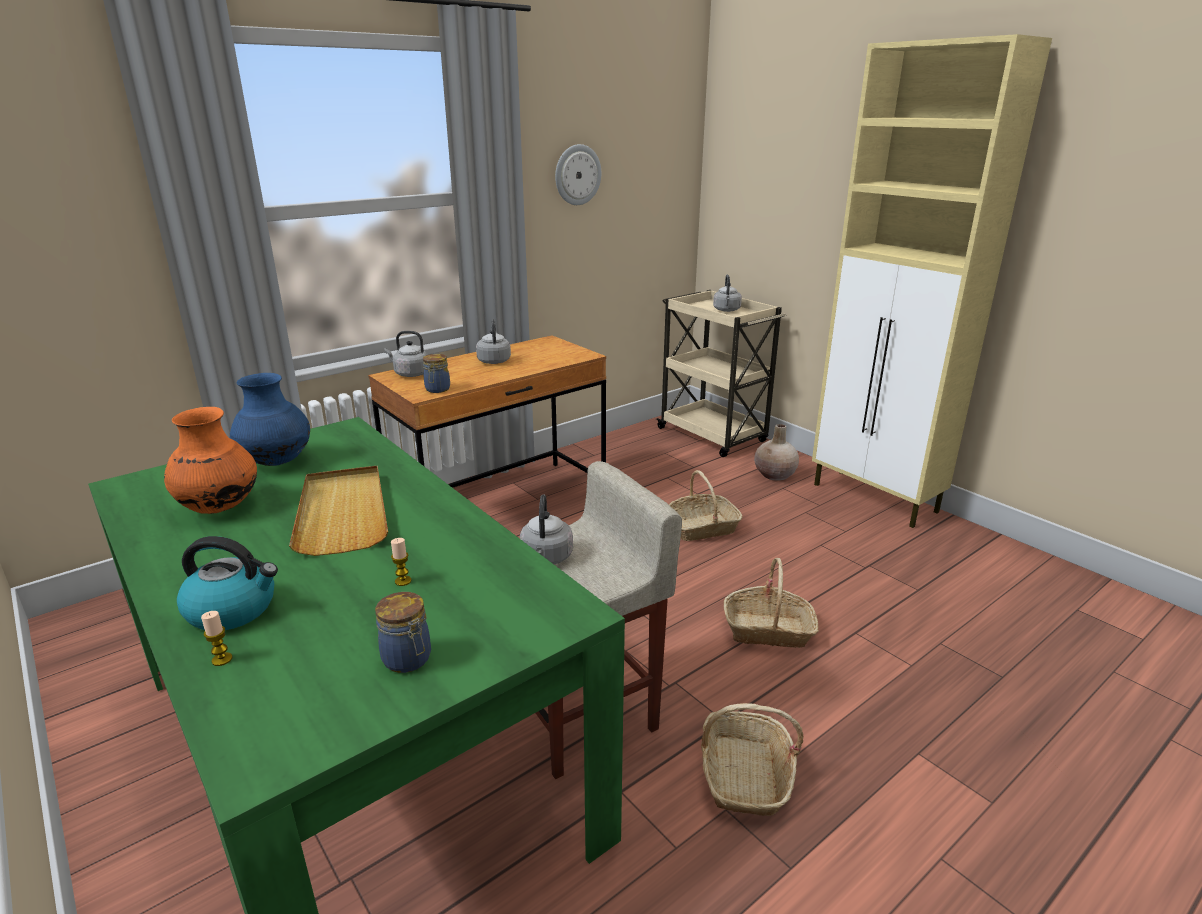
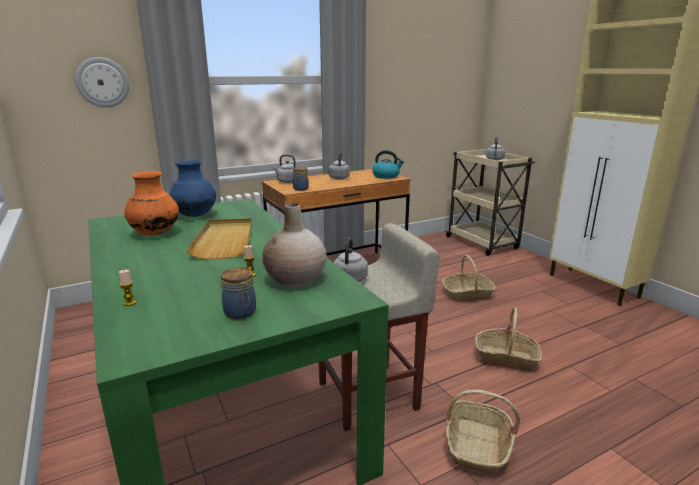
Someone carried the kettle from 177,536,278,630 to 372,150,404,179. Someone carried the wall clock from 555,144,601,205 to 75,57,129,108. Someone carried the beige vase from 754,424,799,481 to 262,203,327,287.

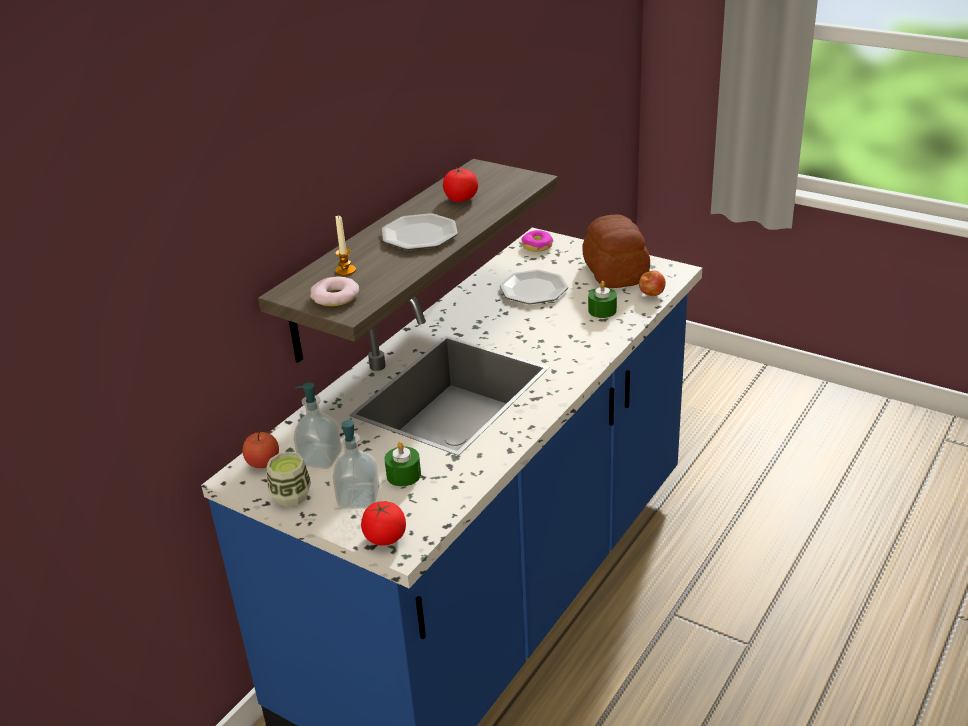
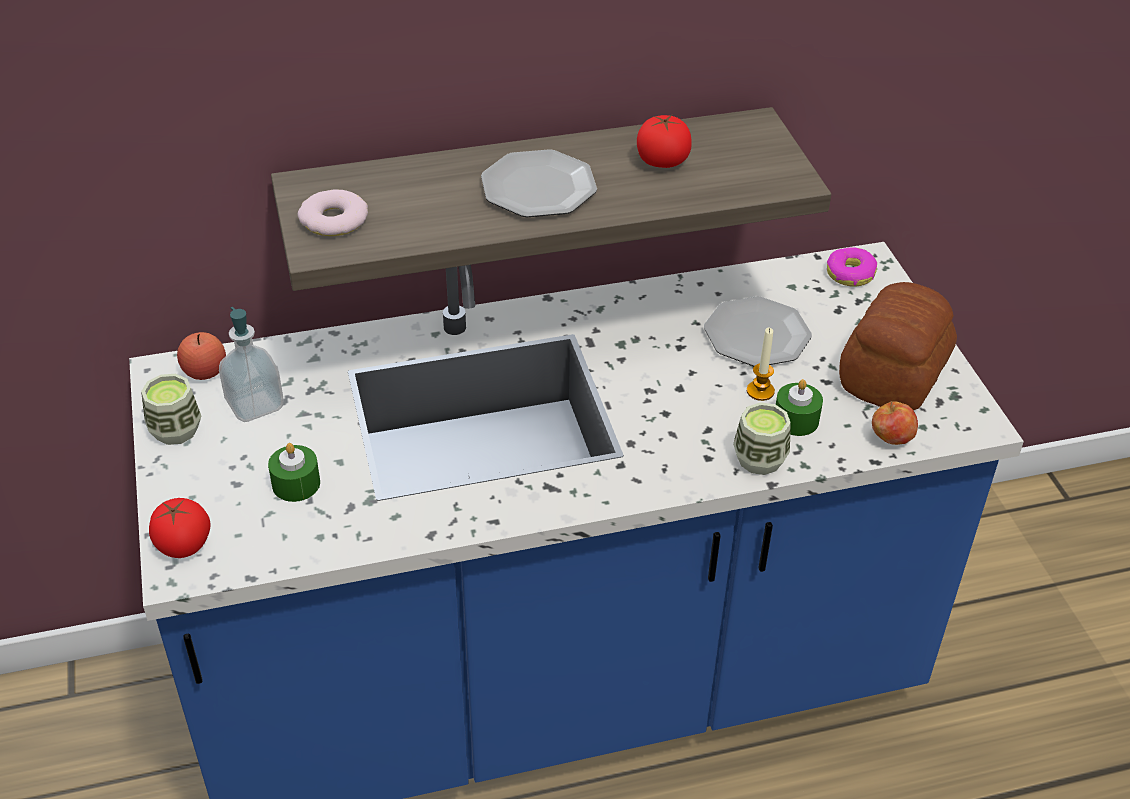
Someone took away the soap dispenser at 333,418,379,509. Someone carried the candle from 335,215,356,276 to 747,328,775,401. Someone put down the cup at 733,402,791,475.

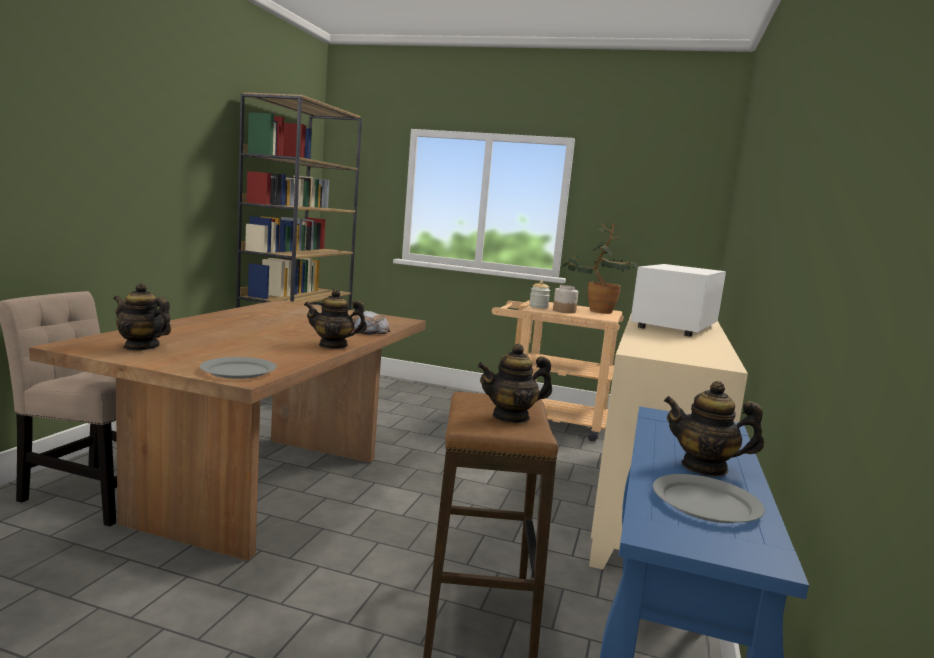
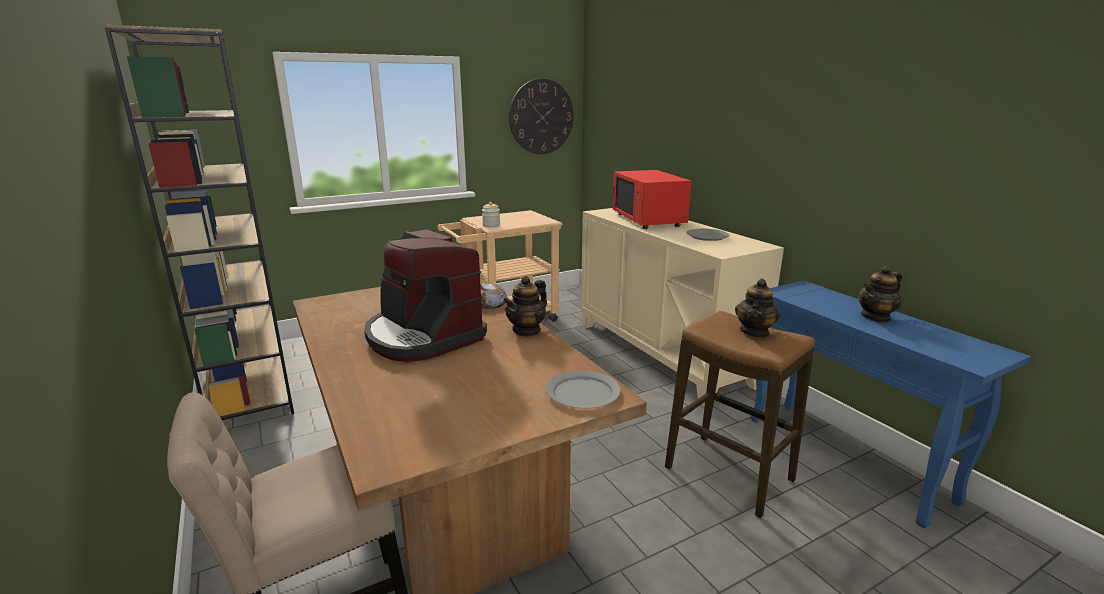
Someone took away the teapot at 113,283,171,351. Someone took away the jar at 553,285,578,313. Someone took away the potted plant at 561,223,637,314. Someone repainted the white microwave at 630,264,726,336, which became the red microwave at 612,170,692,229. Someone carried the grey plate from 653,474,765,523 to 686,229,730,241. Someone put down the coffee machine at 364,230,487,362. Someone put up the wall clock at 509,79,574,154.

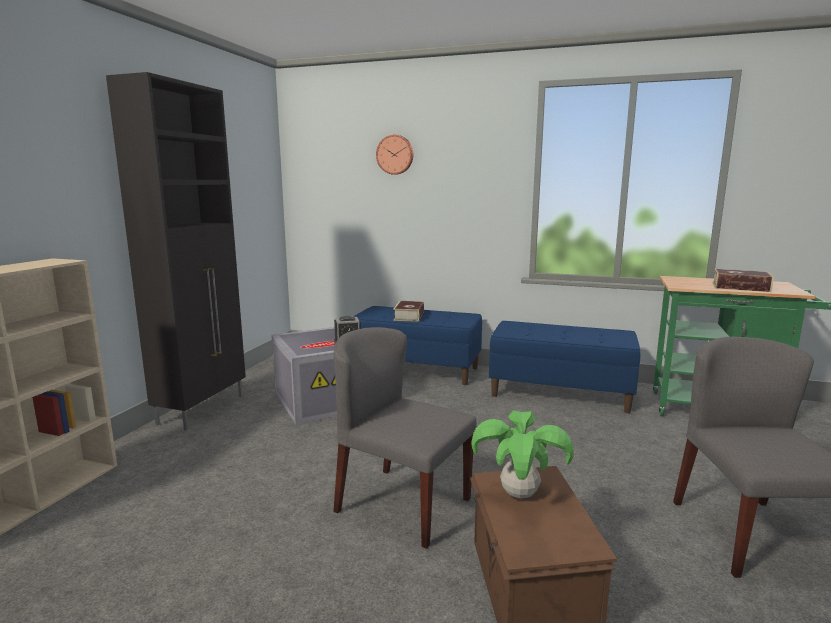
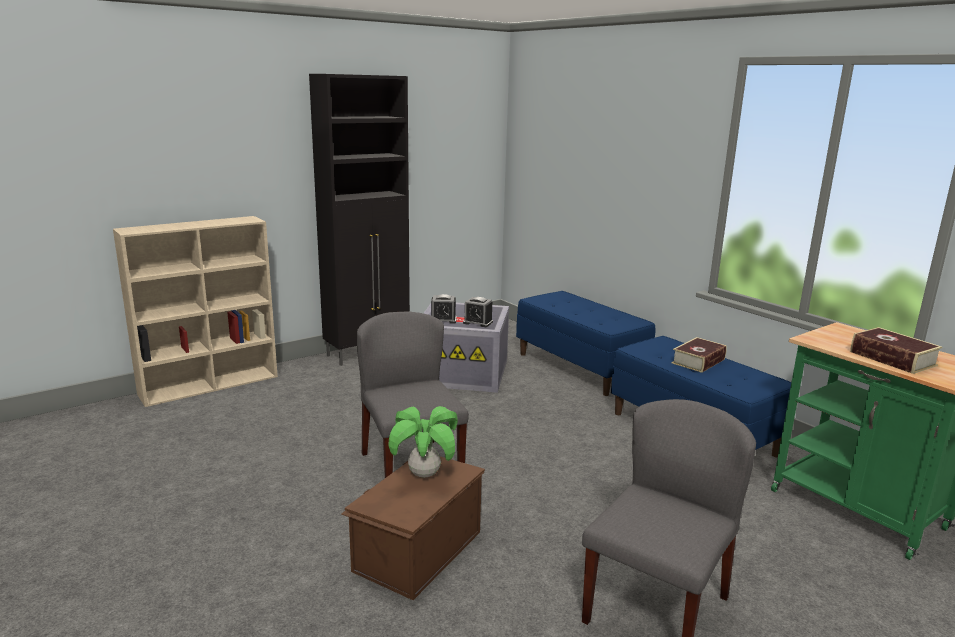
Someone took away the wall clock at 376,135,413,175. Someone carried the book from 393,301,424,322 to 672,337,727,373. Someone put down the alarm clock at 431,294,457,324.

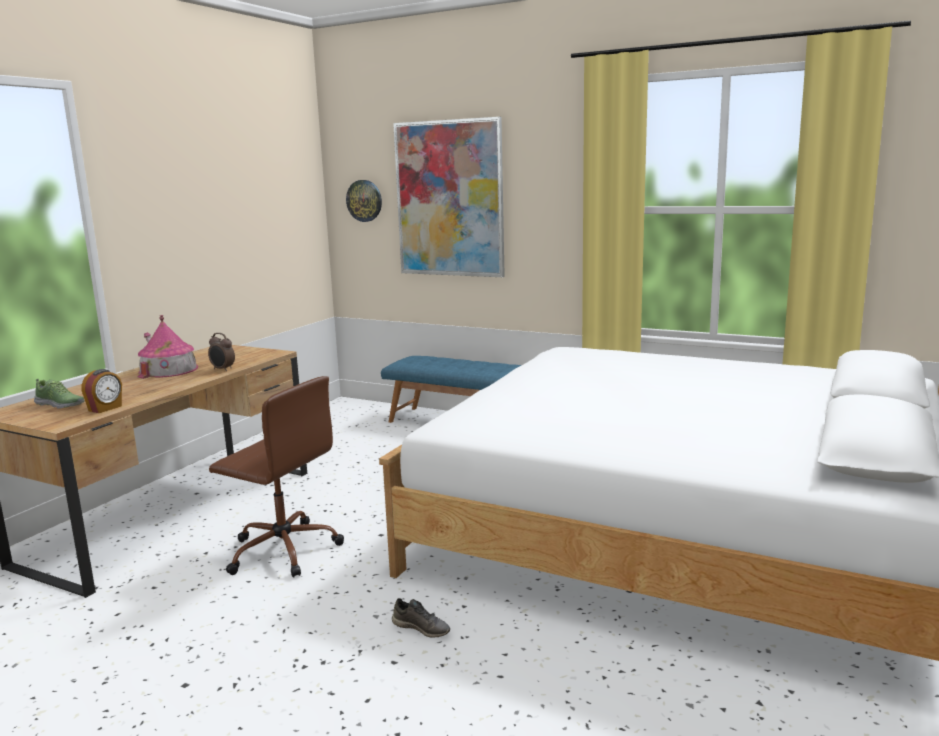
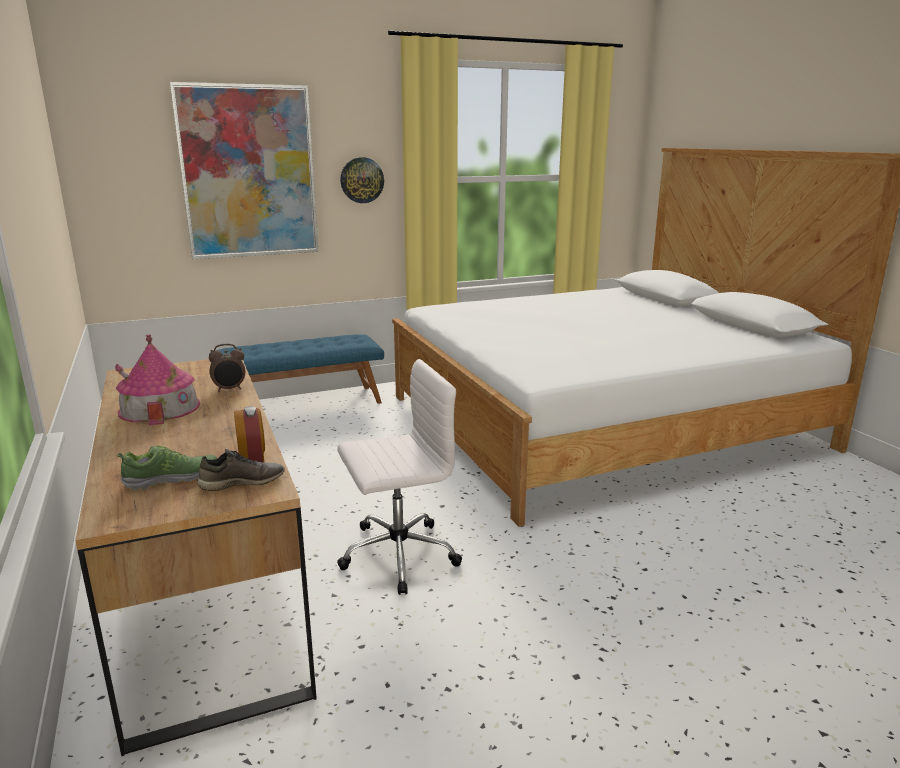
Someone repainted the brown office chair at 209,376,344,578, which became the white office chair at 337,359,462,595. Someone carried the wall clock from 346,180,382,222 to 340,157,384,203. Someone carried the grey shoe from 392,598,450,638 to 197,449,285,491.

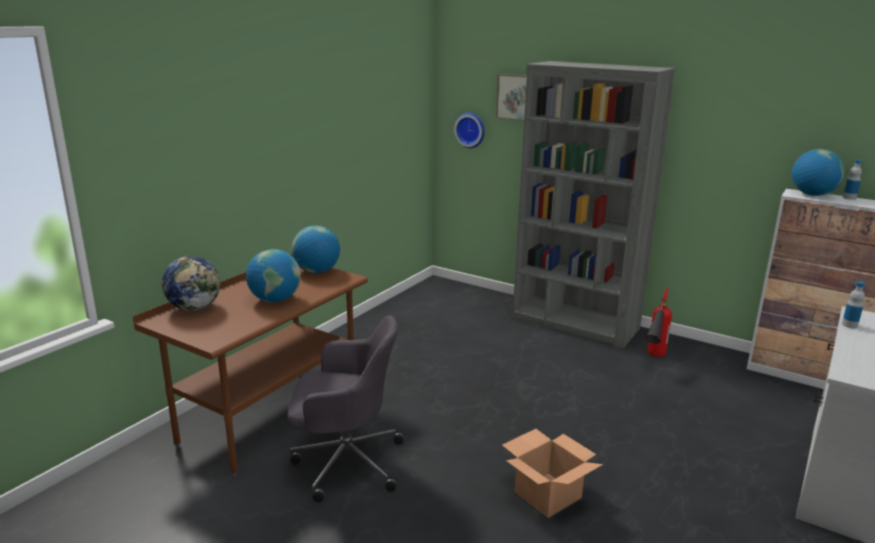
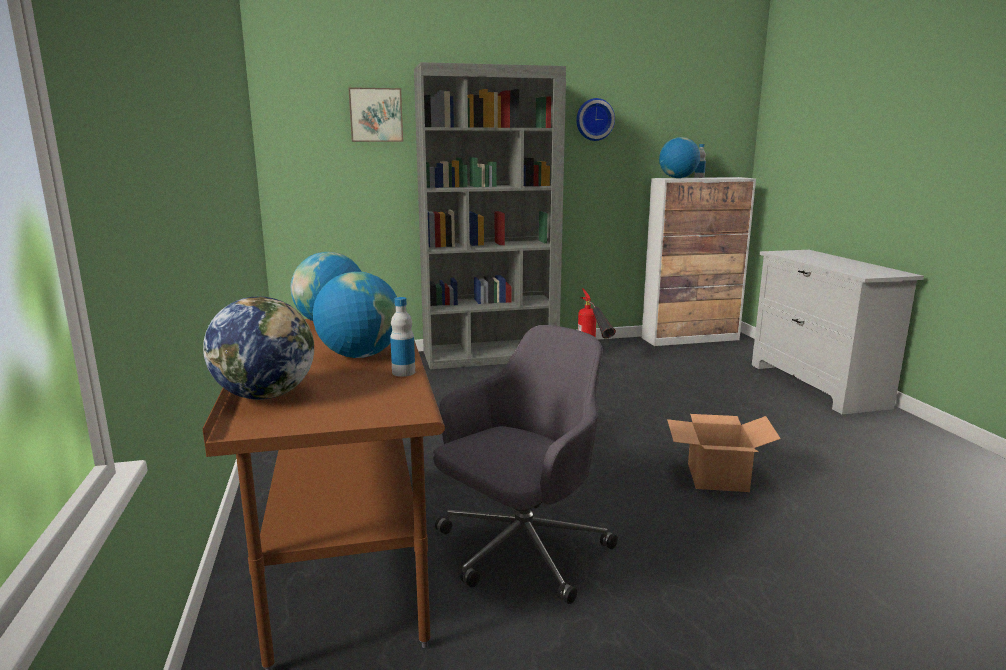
Someone carried the wall clock from 454,113,485,148 to 576,98,615,141. Someone carried the bottle from 842,281,865,328 to 390,297,415,377.

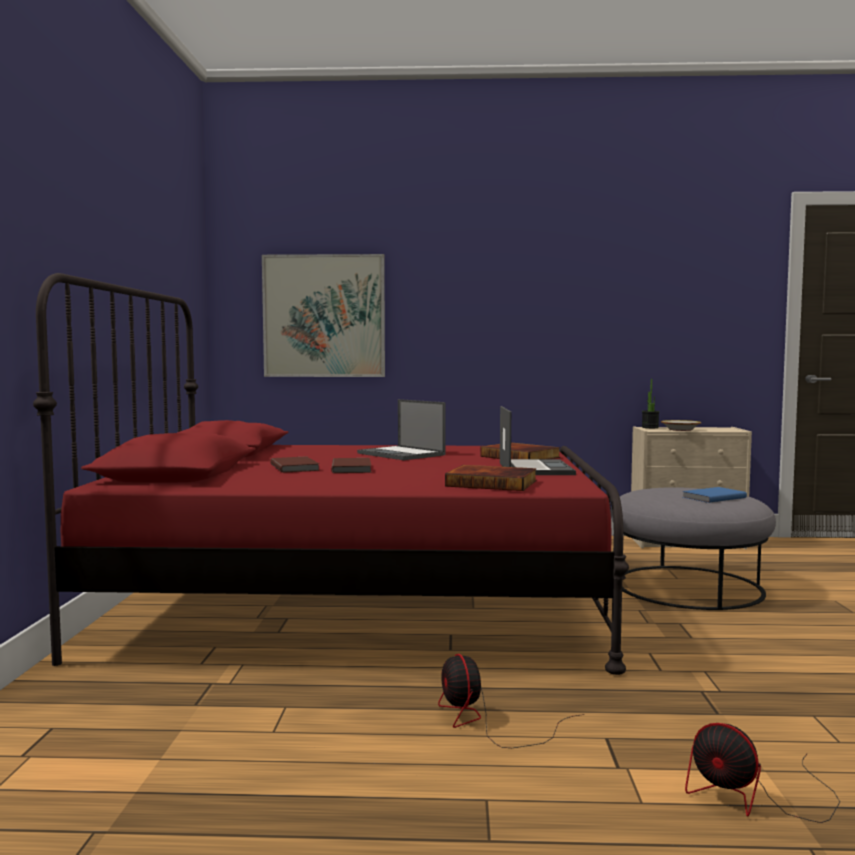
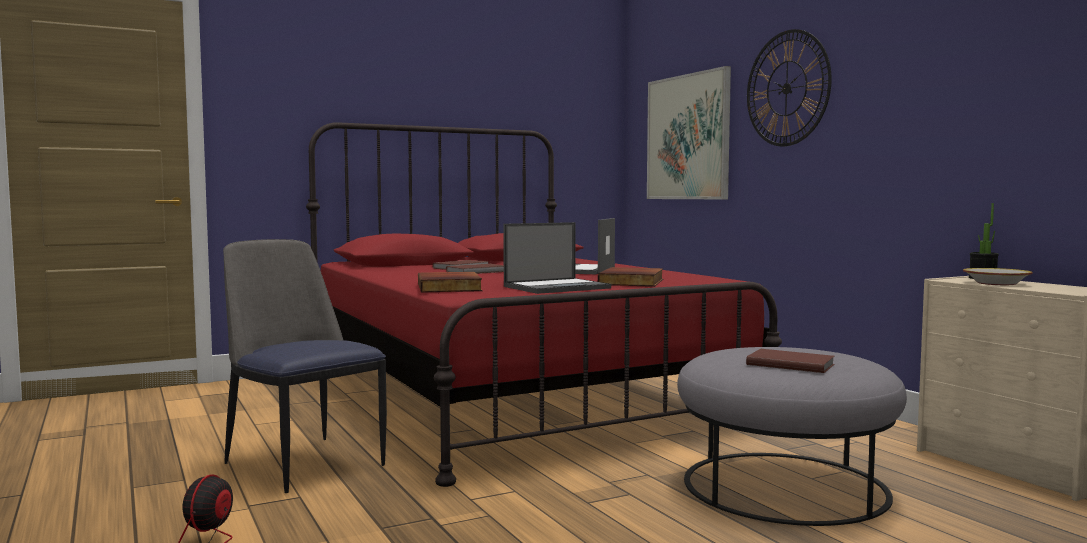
Someone swapped the fan at 438,654,585,748 for the chair at 223,239,387,493. Someone repainted the blue book at 682,487,747,503, which became the brown book at 746,349,835,373. Someone put up the wall clock at 747,29,832,146.

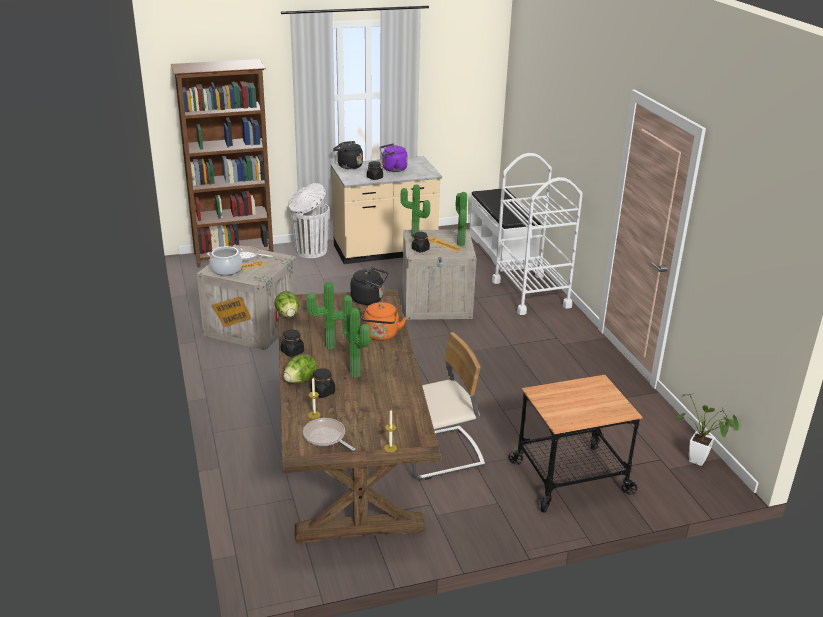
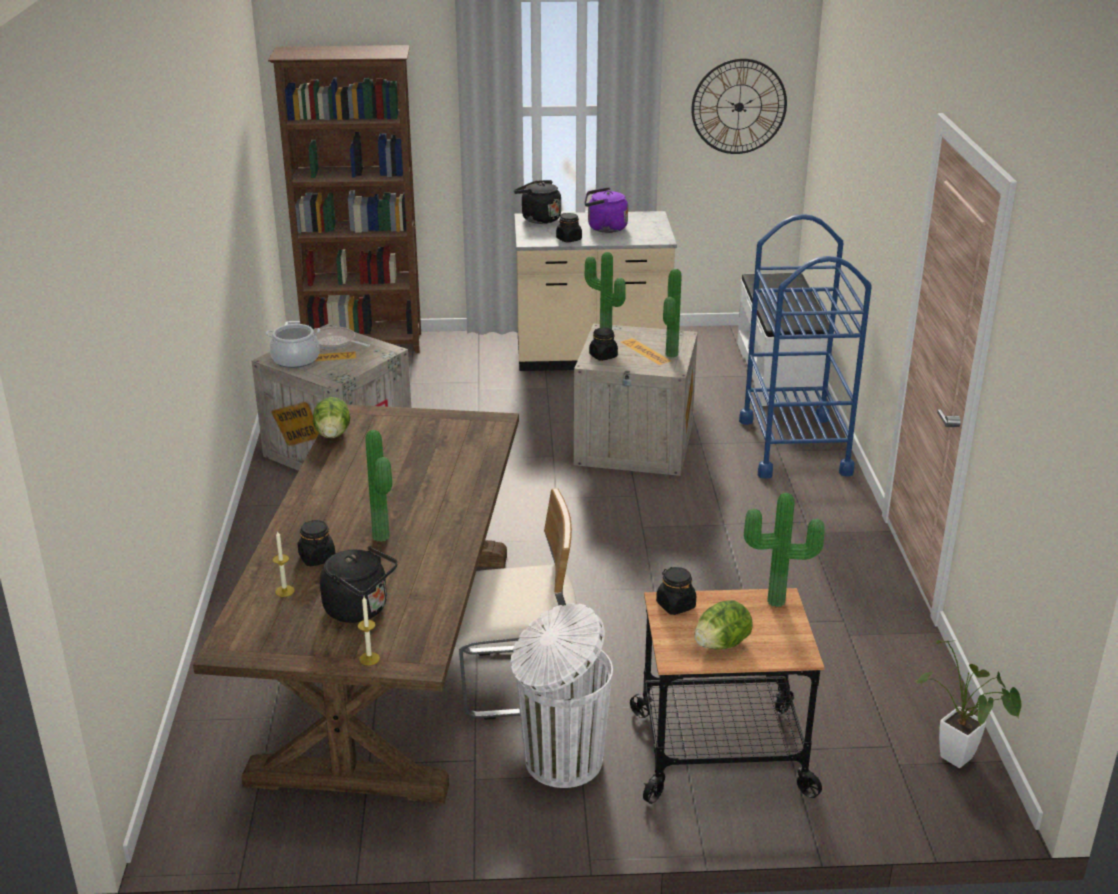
Someone carried the black jar from 281,329,304,357 to 656,567,696,615. Someone carried the lettuce from 283,354,317,383 to 694,601,753,650. Someone carried the white trash can from 289,183,329,258 to 511,603,613,788. Someone took away the frying pan at 303,418,355,451. Someone carried the potted plant from 307,282,352,349 to 744,493,825,607. Someone carried the black kettle from 351,267,388,305 to 320,546,398,623. Someone took away the orange kettle at 361,302,407,341. Someone repainted the white cart at 492,153,583,315, which became the blue cart at 739,214,872,479. Someone put up the wall clock at 692,58,787,154.

